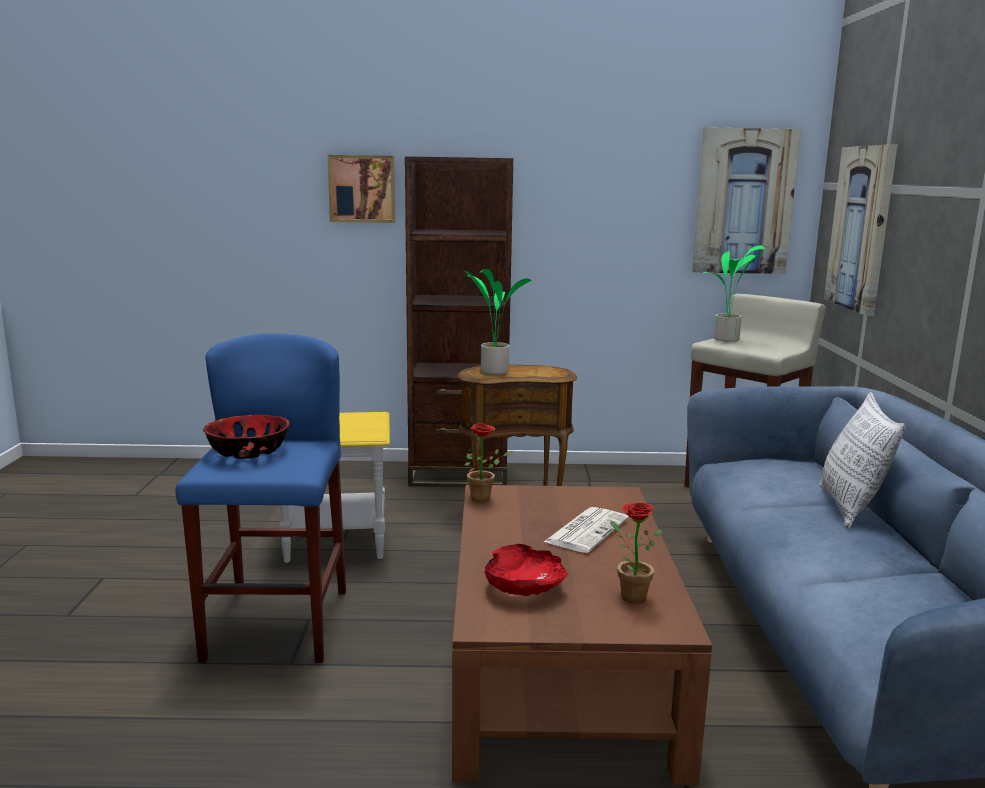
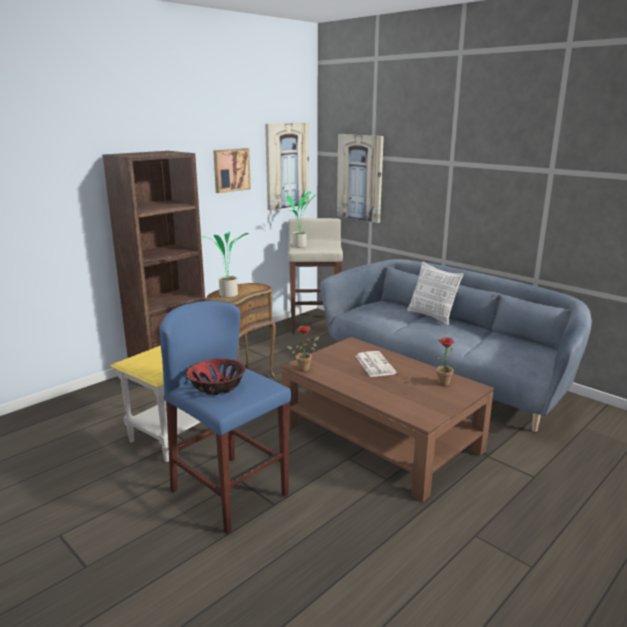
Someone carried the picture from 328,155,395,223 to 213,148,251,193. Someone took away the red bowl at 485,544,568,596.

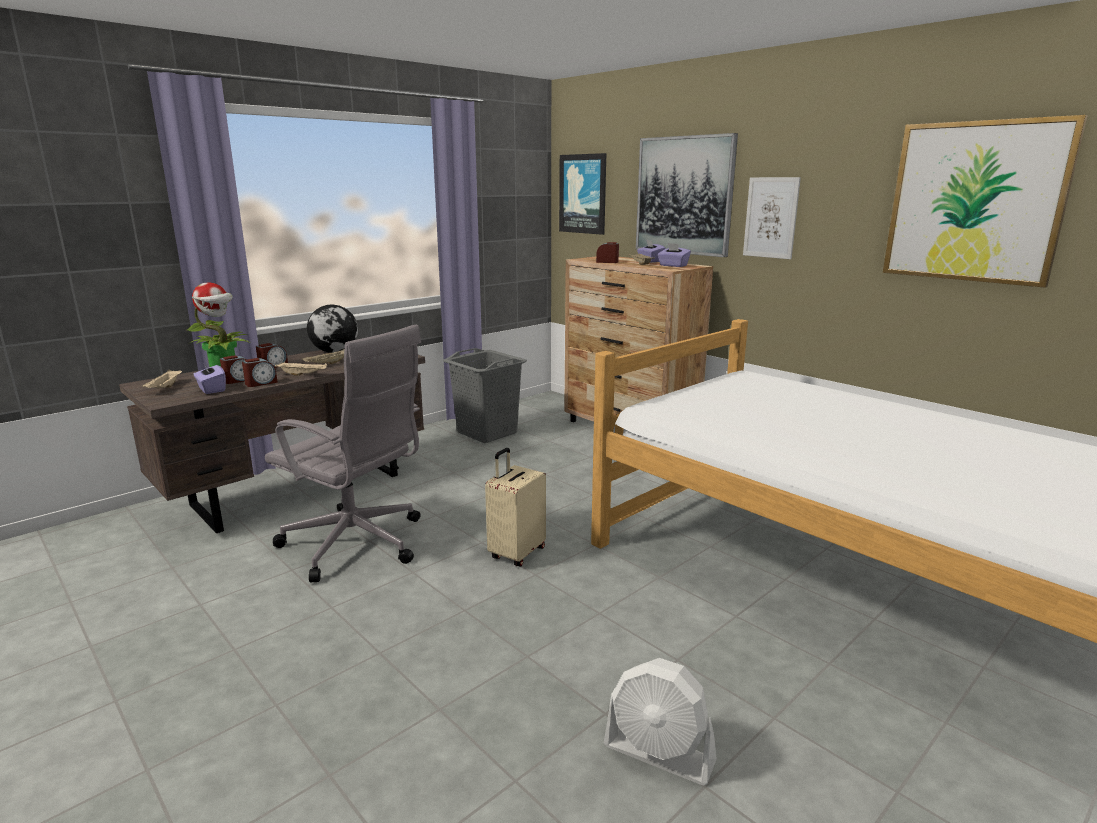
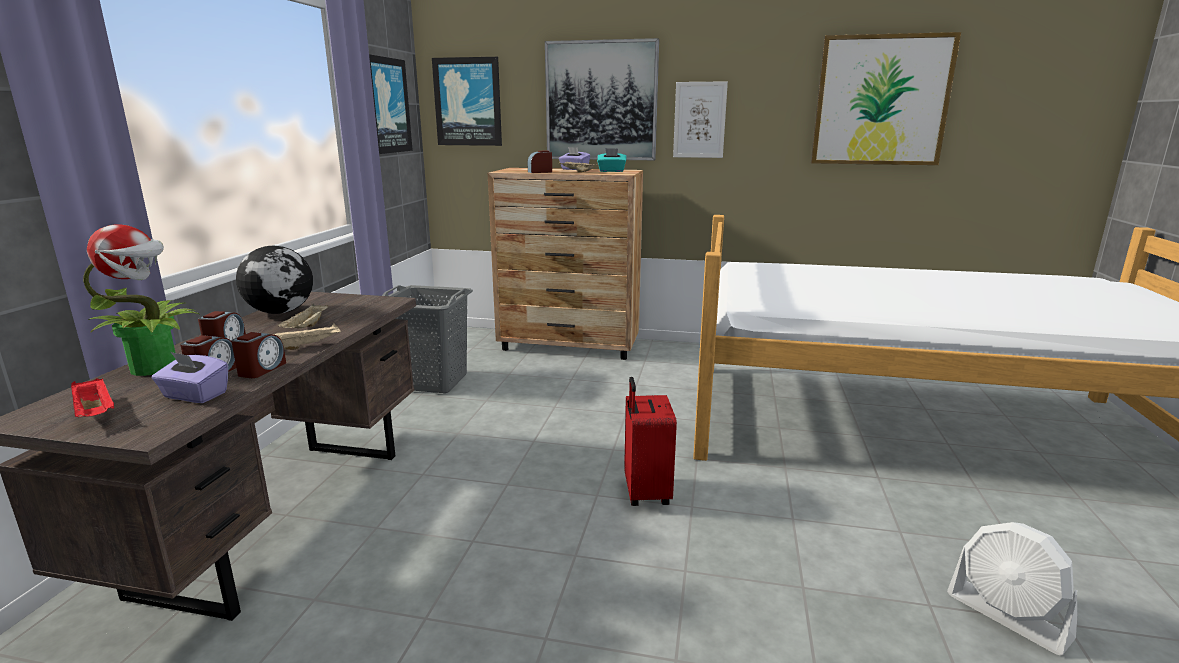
Someone repainted the beige tray at 143,370,182,388, which became the red tray at 71,378,114,417. Someone took away the grey office chair at 265,324,421,582. Someone repainted the beige suitcase at 485,448,546,566, which became the red suitcase at 624,377,677,506. Someone rotated the white fan at 604,658,717,785 by 60 degrees clockwise. Someone repainted the purple tissue box at 658,243,691,267, which became the turquoise tissue box at 597,148,626,172. Someone put up the picture at 369,54,413,154.

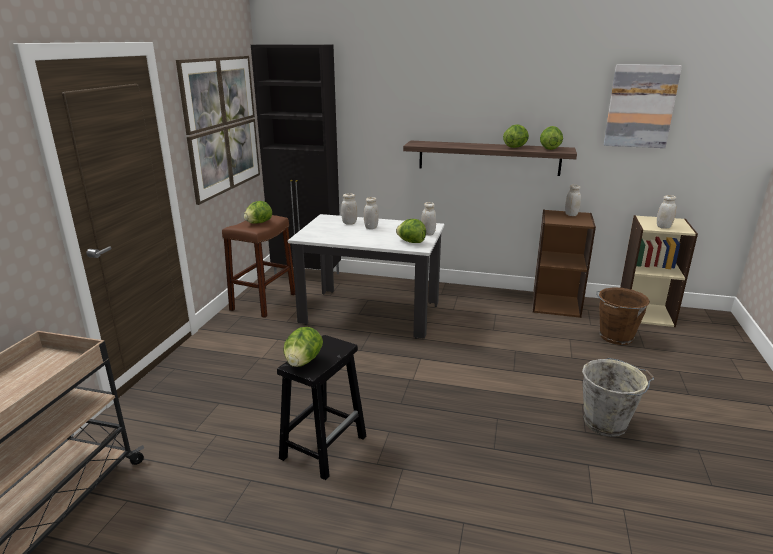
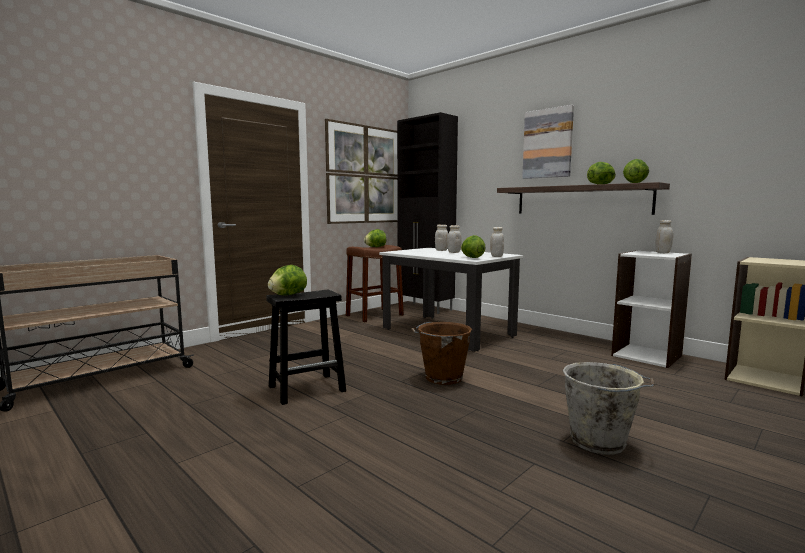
Someone repainted the brown bookcase at 533,210,596,318, which became the white bookcase at 611,250,692,368. Someone carried the brown bucket from 596,287,650,345 to 411,322,472,385. Someone carried the picture from 604,64,682,148 to 522,105,574,179. Someone took away the white jar at 657,195,676,229.

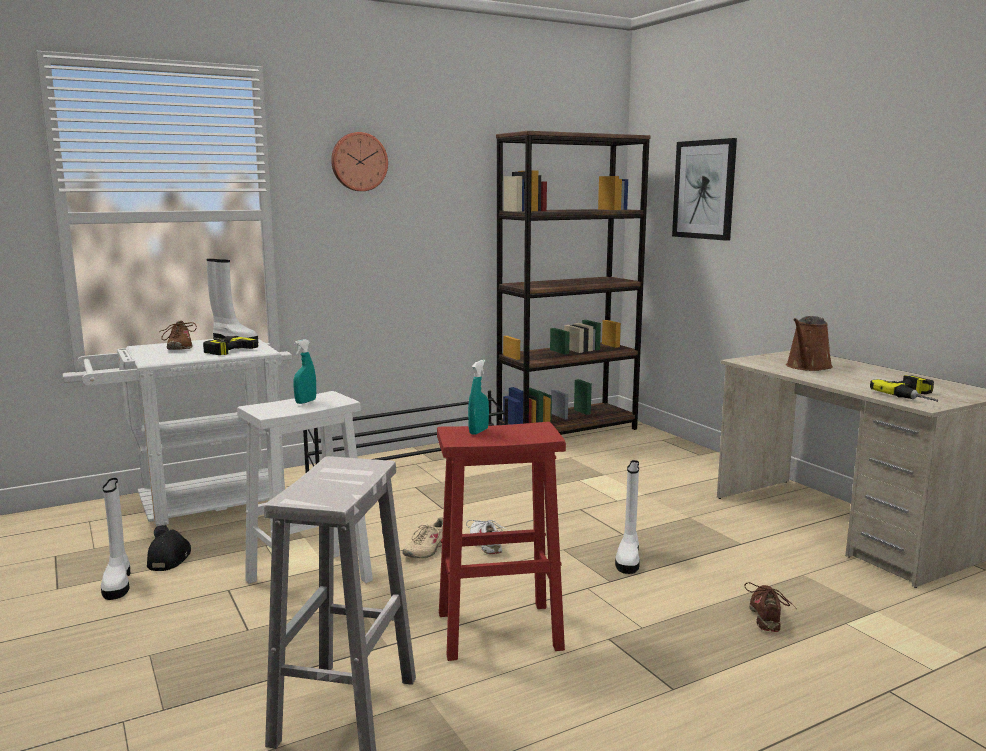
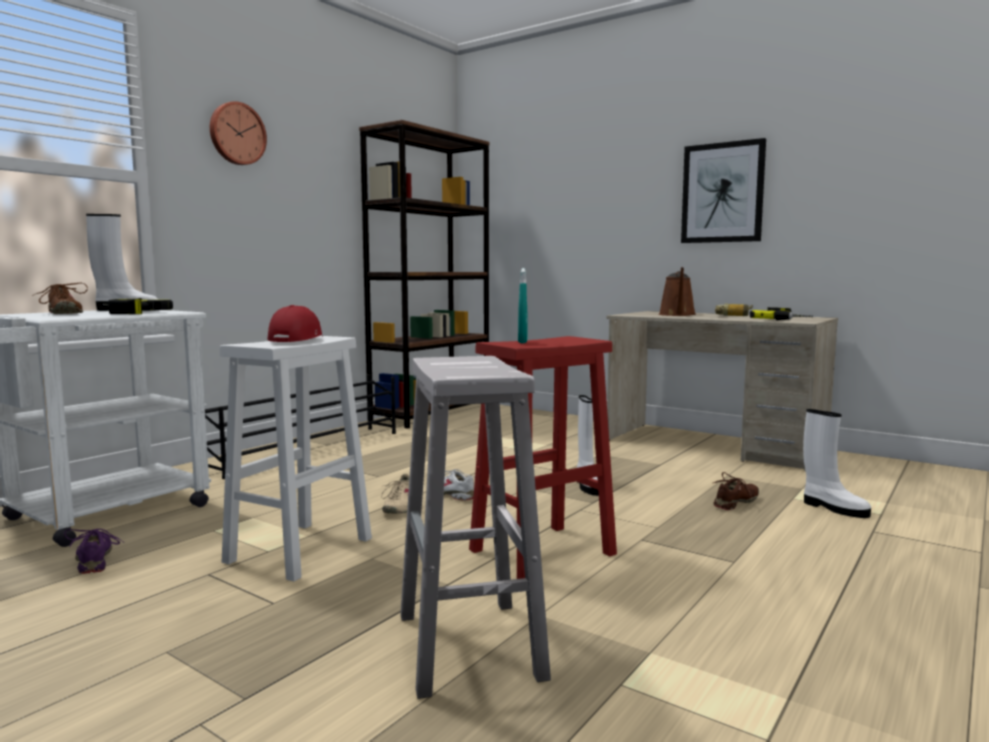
Someone carried the white boot from 101,478,130,600 to 803,409,871,518. Someone swapped the black cap at 147,529,191,571 for the purple shoe at 64,529,124,574. Someone swapped the turquoise spray bottle at 293,339,316,404 for the red cap at 267,305,323,342. Someone carried the picture from 672,138,737,241 to 681,138,766,243. Someone rotated the brown shoe at 744,582,797,632 by 60 degrees clockwise. Someone put down the power drill at 715,304,753,316.

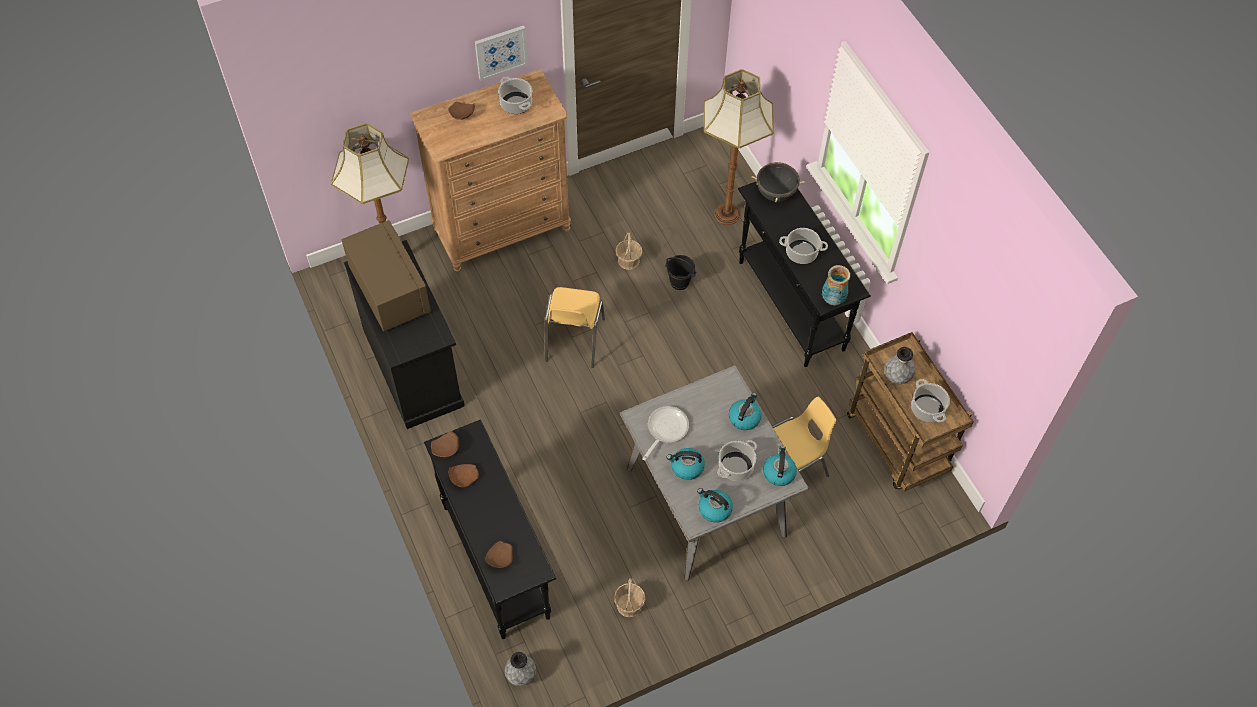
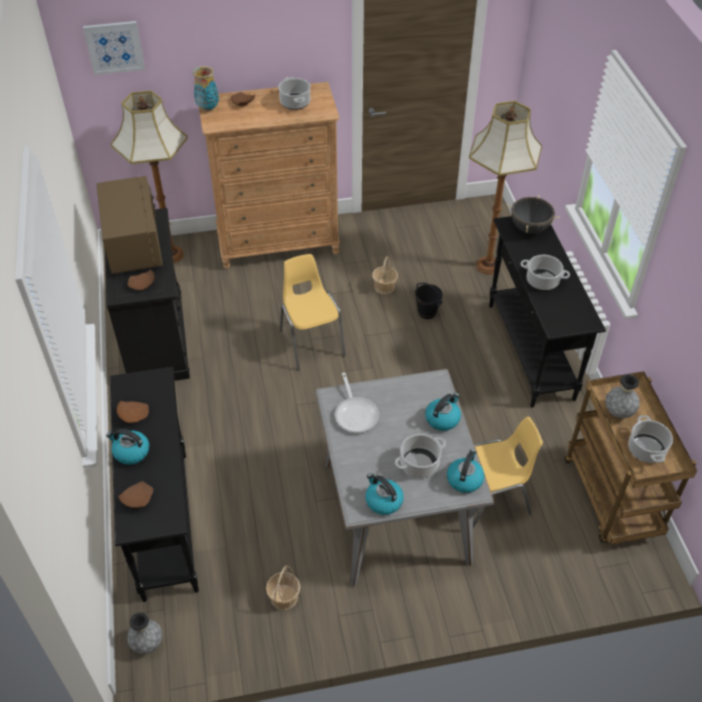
Someone carried the brown plate from 431,431,459,457 to 127,270,155,290. Someone carried the picture from 475,25,528,81 to 83,21,145,75. Someone rotated the yellow chair at 545,287,605,368 by 135 degrees clockwise. Someone rotated the frying pan at 642,406,689,461 by 120 degrees clockwise. Someone carried the kettle from 666,448,705,480 to 106,429,149,465. Someone carried the vase from 822,265,850,305 to 193,66,219,111.

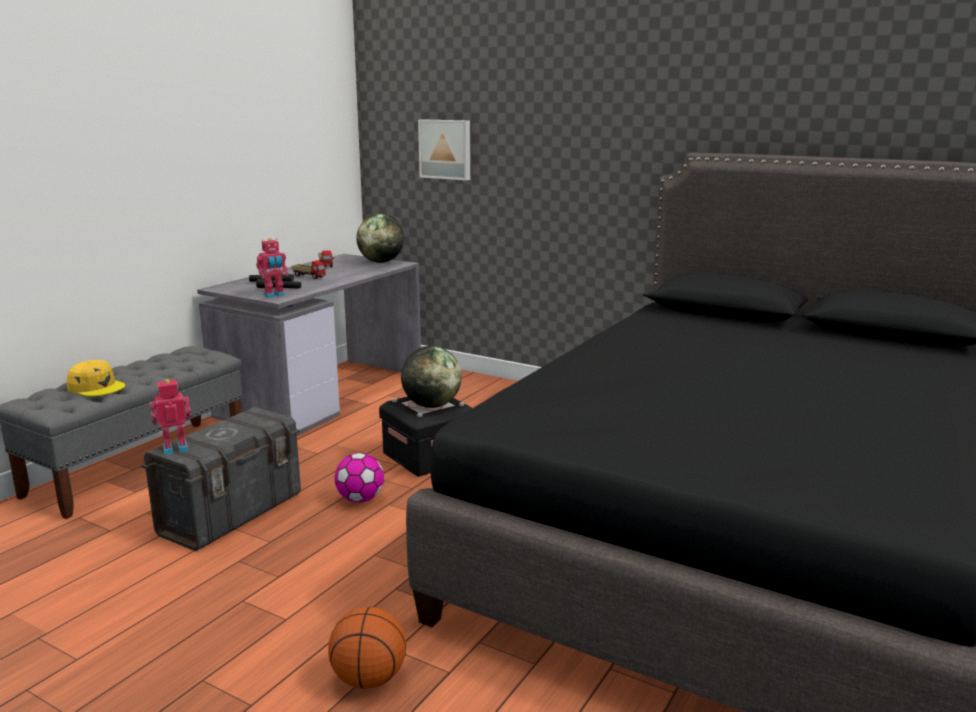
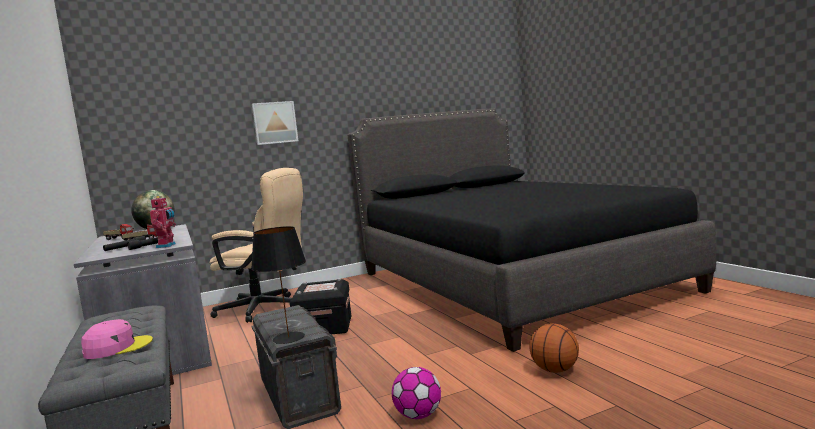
Someone repainted the yellow cap at 67,360,125,396, which became the pink cap at 81,319,153,359. Someone swapped the toy robot at 150,379,191,455 for the black table lamp at 251,226,306,344. Someone carried the football from 335,453,384,503 to 392,367,441,419. Someone took away the globe at 401,346,462,408. Someone carried the picture from 418,119,470,180 to 252,101,298,145. Someone put down the beige office chair at 209,168,303,323.

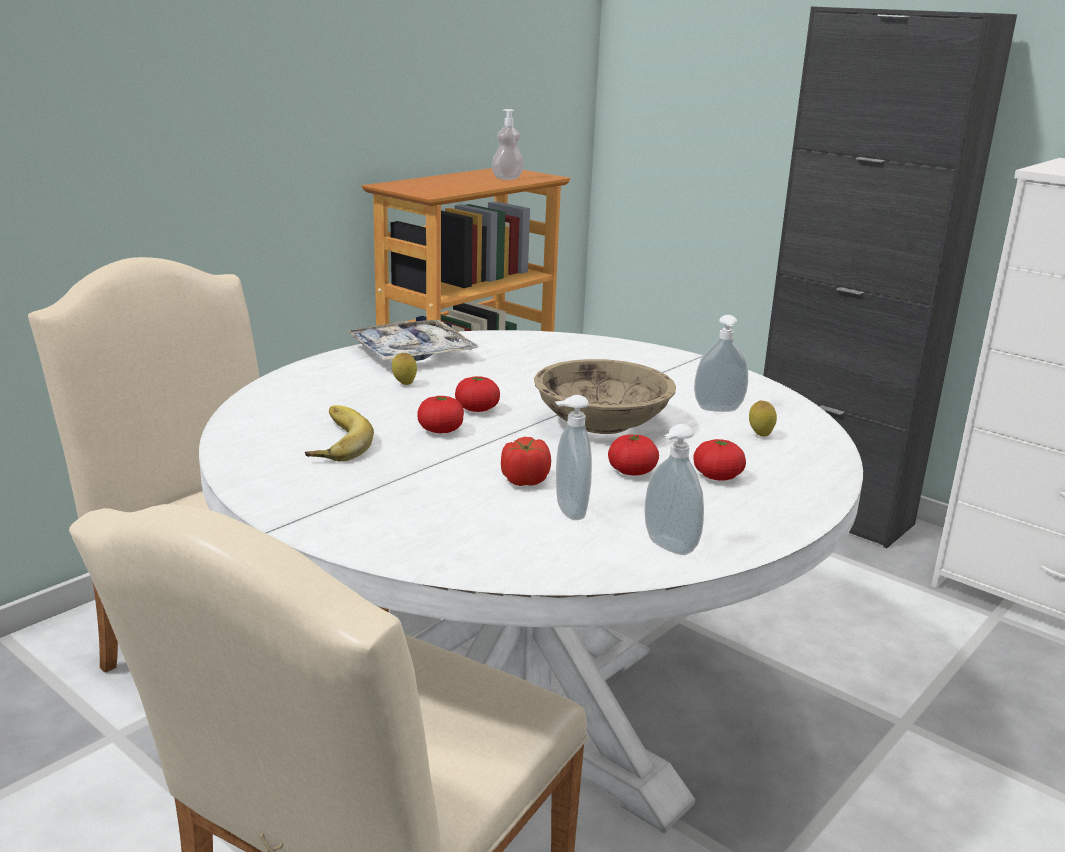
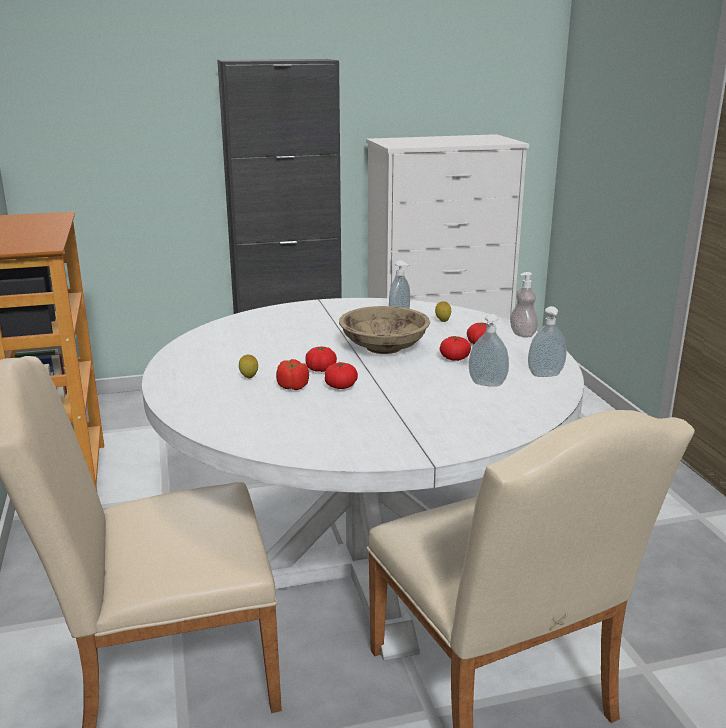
Someone took away the banana at 305,405,374,461. Someone took away the tray at 346,319,479,361. Someone carried the soap dispenser from 492,109,524,180 to 510,272,538,338. Someone carried the tomato from 501,437,551,486 to 276,359,309,390.

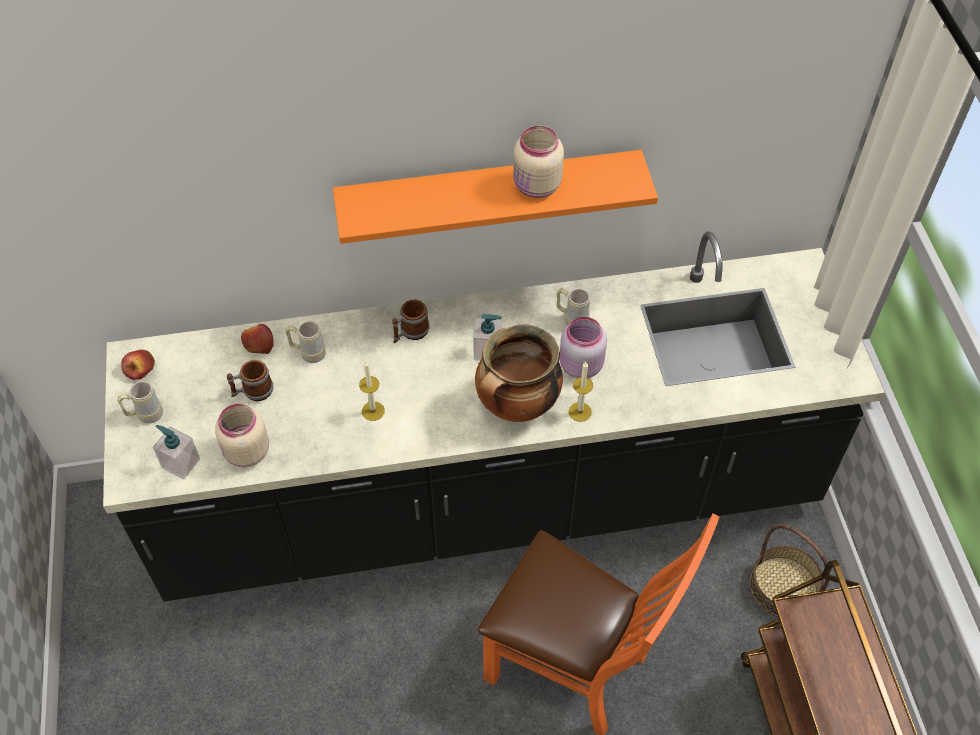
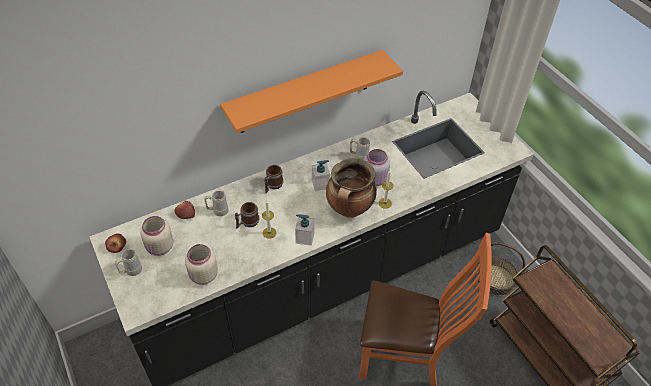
Someone carried the soap dispenser from 153,425,200,479 to 295,214,314,246. Someone carried the mug from 227,360,273,401 to 235,202,259,229. Someone carried the beige jar from 513,126,564,198 to 140,216,173,256.

